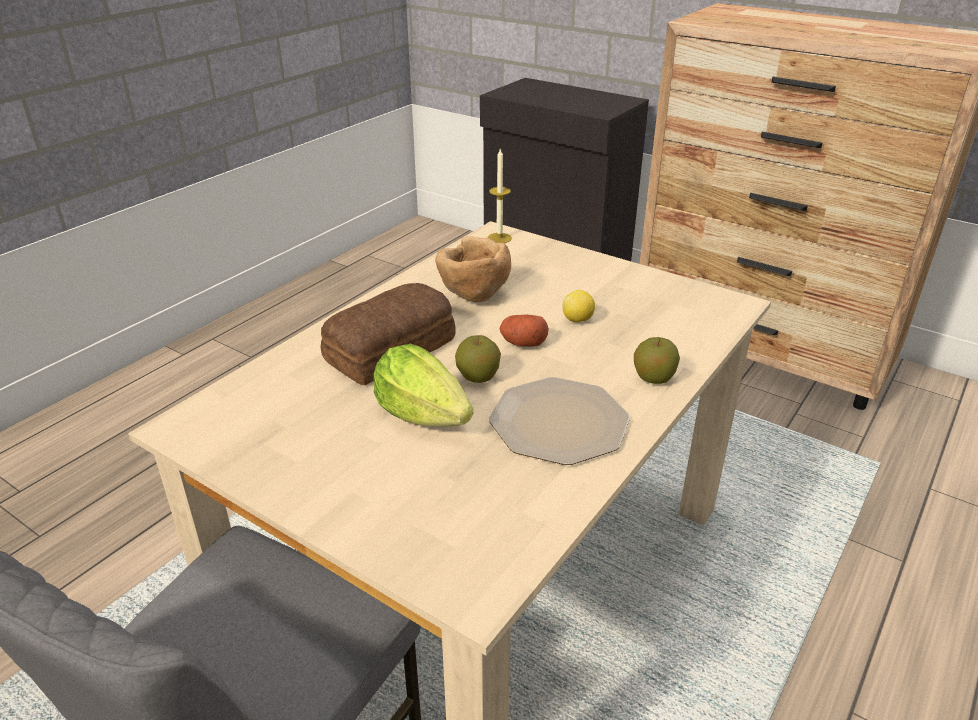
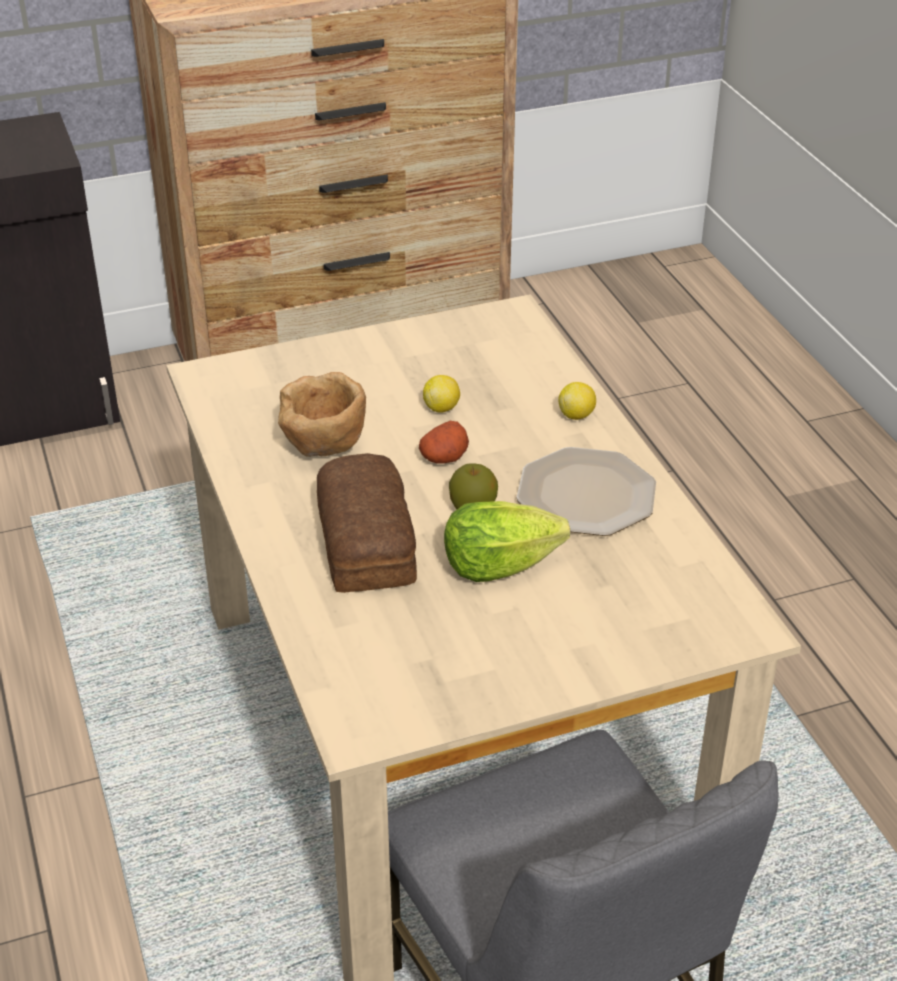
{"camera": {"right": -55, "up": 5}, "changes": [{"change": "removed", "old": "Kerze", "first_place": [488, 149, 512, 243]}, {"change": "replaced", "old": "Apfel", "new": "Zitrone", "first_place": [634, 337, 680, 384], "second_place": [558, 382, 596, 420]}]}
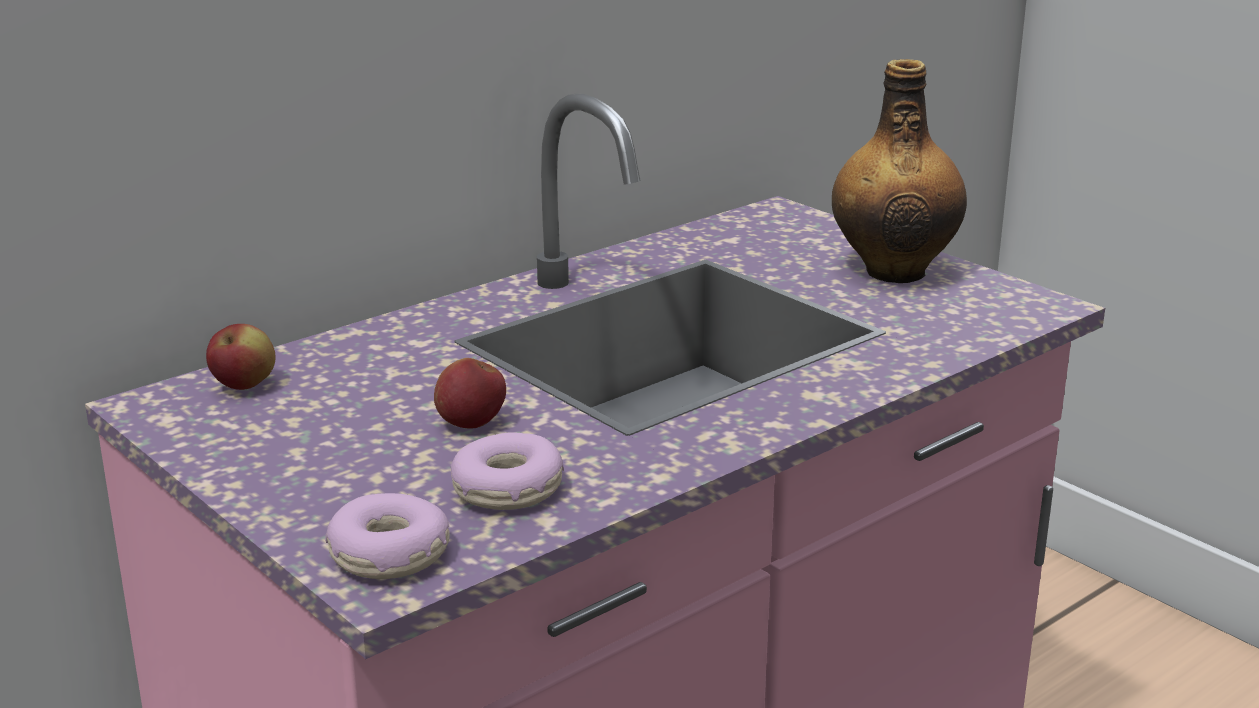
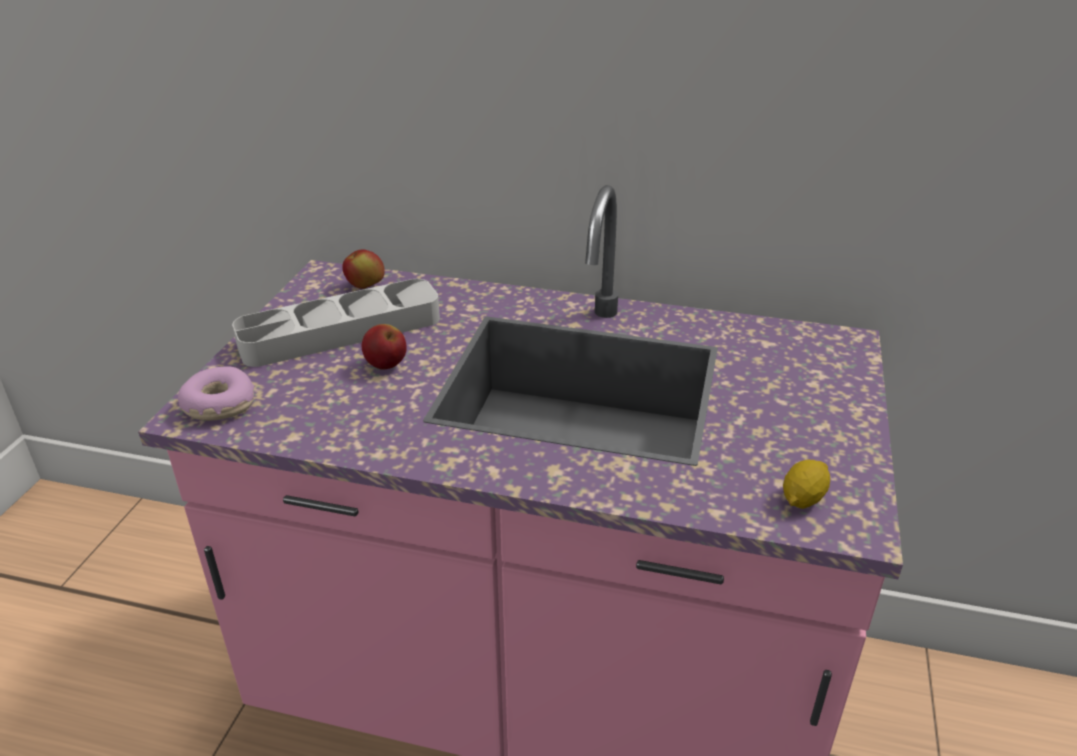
{"camera": {"right": 55, "up": 10}, "changes": [{"change": "removed", "old": "Donut", "first_place": [451, 432, 564, 510]}, {"change": "removed", "old": "Flasche", "first_place": [832, 59, 967, 283]}, {"change": "added", "new": "Tablett [grau]", "second_place": [232, 279, 440, 367]}, {"change": "added", "new": "Zitrone", "second_place": [783, 460, 830, 509]}]}
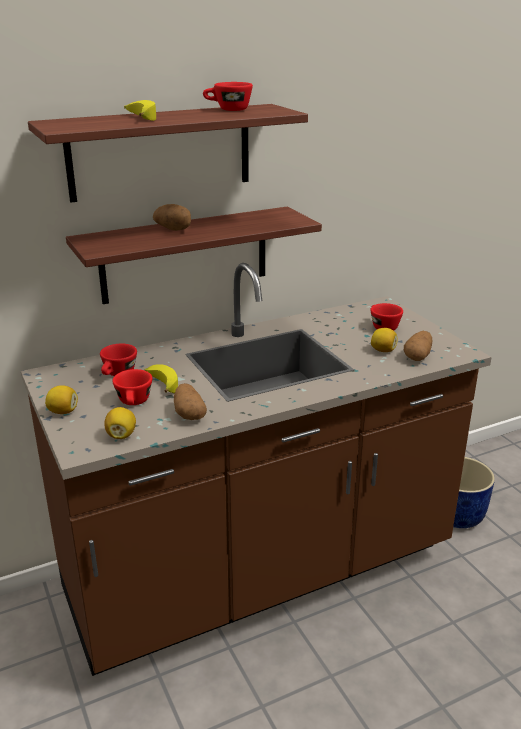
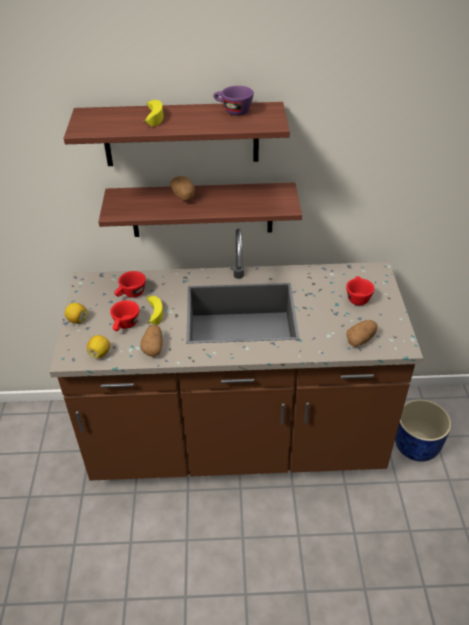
{"camera": {"right": 25, "up": 15}, "changes": [{"change": "recoloured", "old": "Tasse [rot]", "new": "Tasse [lila]", "first_place": [203, 82, 253, 111], "second_place": [213, 86, 254, 116]}, {"change": "removed", "old": "Zitrone", "first_place": [371, 328, 398, 352]}]}
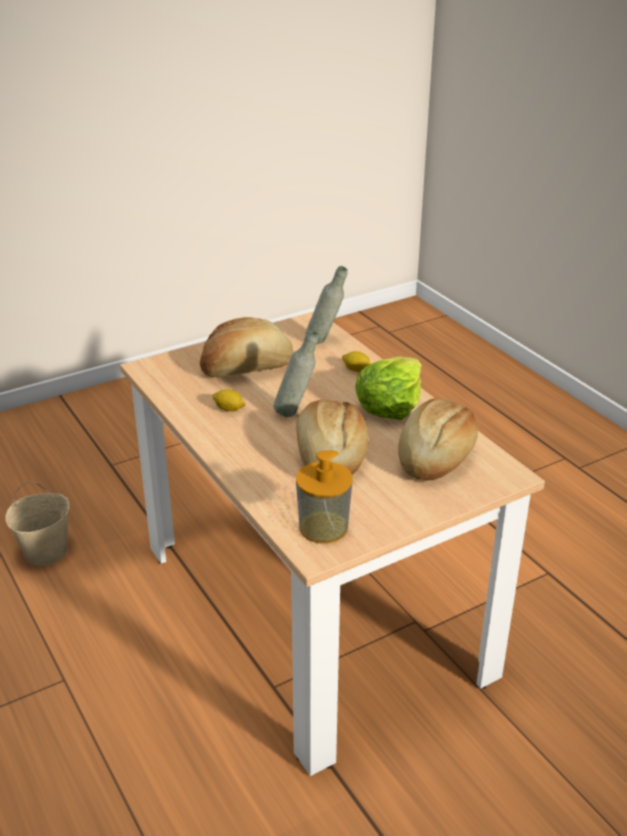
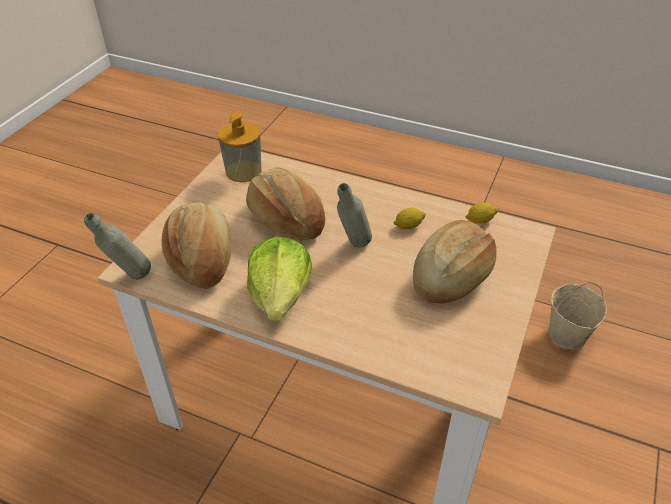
{"camera": {"right": 145, "up": 10}, "changes": [{"change": "moved", "old": "Flasche [grau]", "first_place": [306, 266, 348, 344], "second_place": [84, 213, 151, 279]}, {"change": "moved", "old": "Zitrone", "first_place": [342, 351, 372, 372], "second_place": [466, 202, 498, 224]}]}
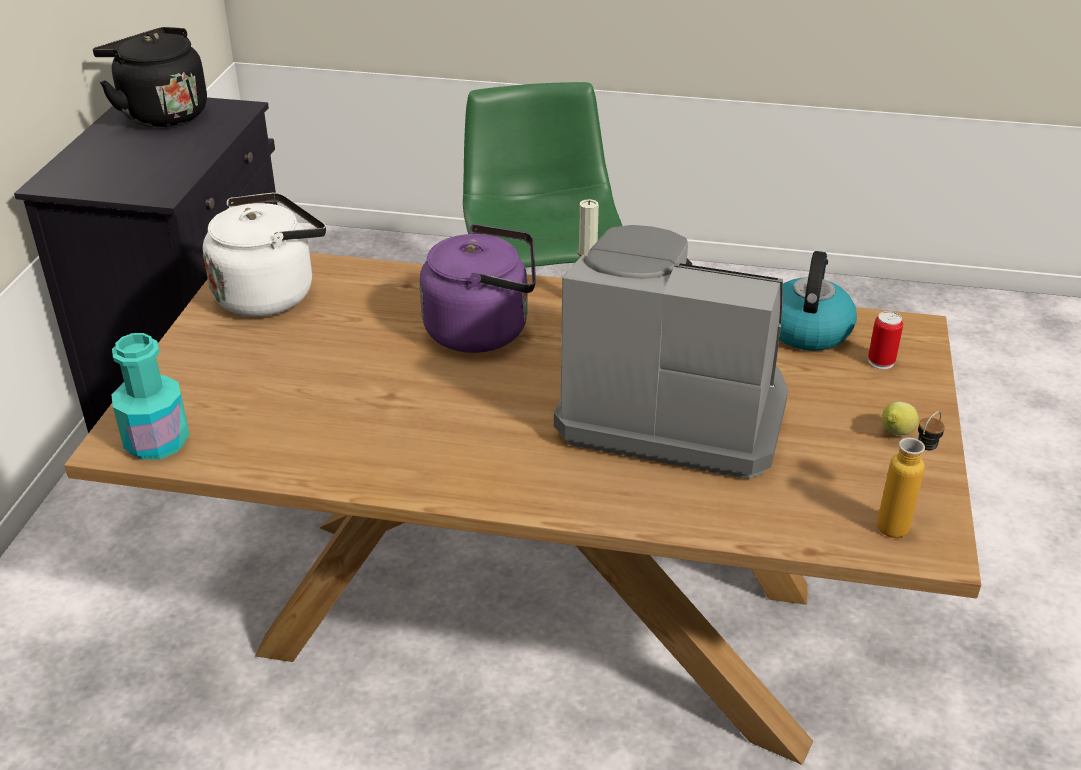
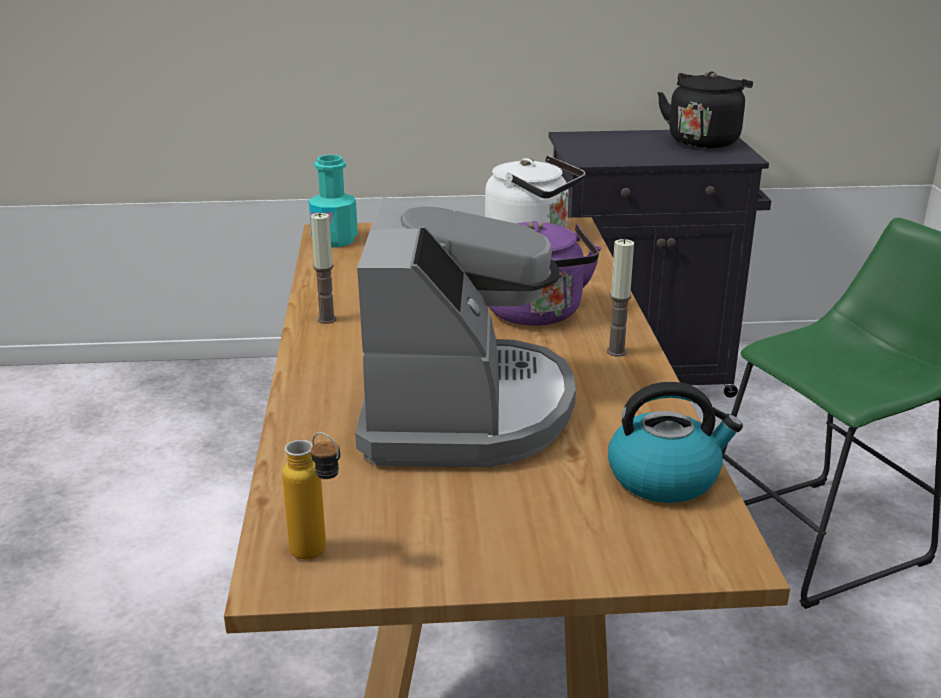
{"camera": {"right": 75, "up": -10}, "changes": [{"change": "removed", "old": "Dose", "first_place": [868, 311, 903, 369]}, {"change": "removed", "old": "Zitrone", "first_place": [882, 401, 919, 436]}, {"change": "added", "new": "Kerze", "second_place": [311, 212, 337, 324]}]}
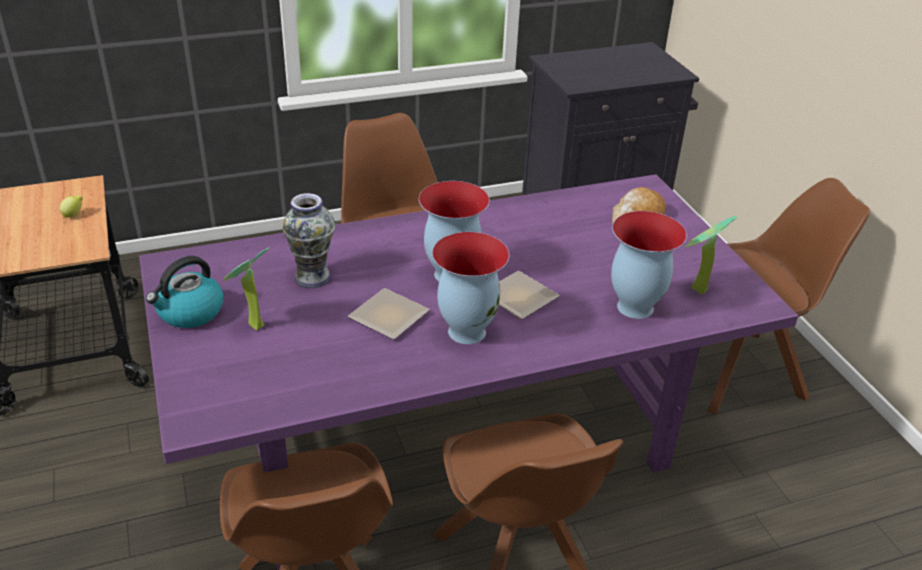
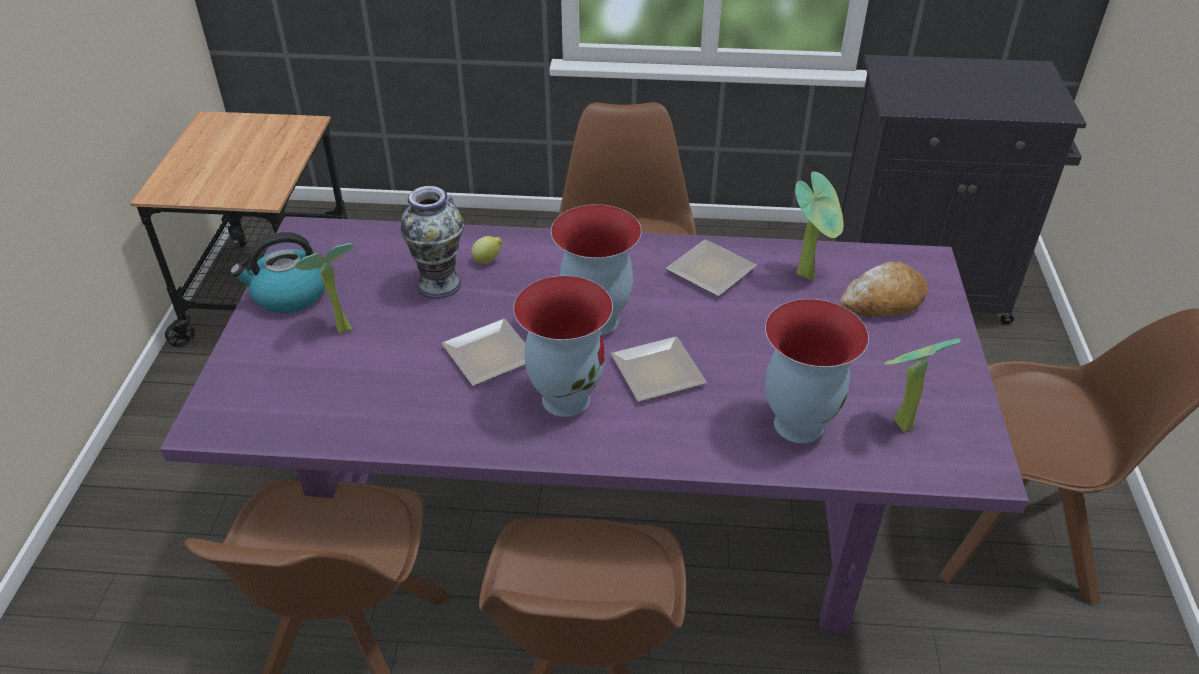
{"camera": {"right": 25, "up": 5}, "changes": [{"change": "moved", "old": "Zitrone", "first_place": [59, 195, 83, 218], "second_place": [471, 236, 503, 264]}, {"change": "added", "new": "Teller", "second_place": [666, 239, 757, 296]}, {"change": "added", "new": "Topfpflanze", "second_place": [795, 172, 843, 280]}]}
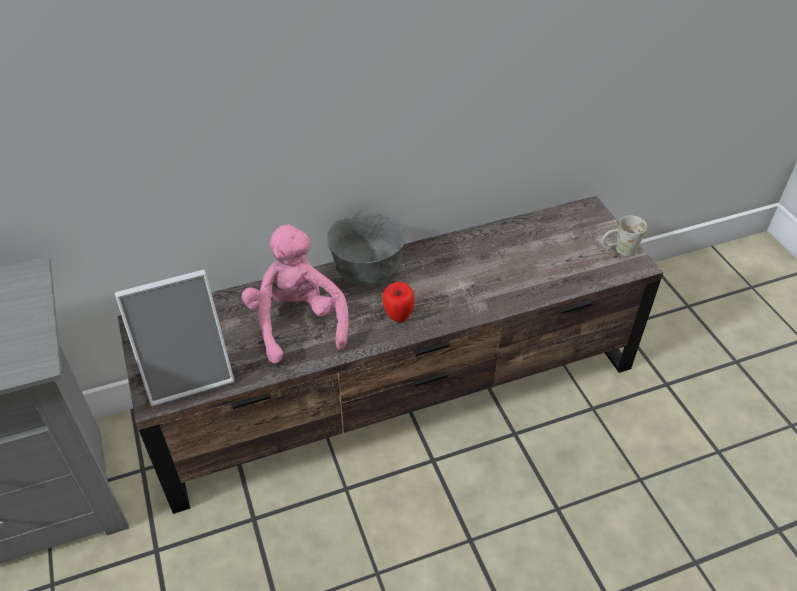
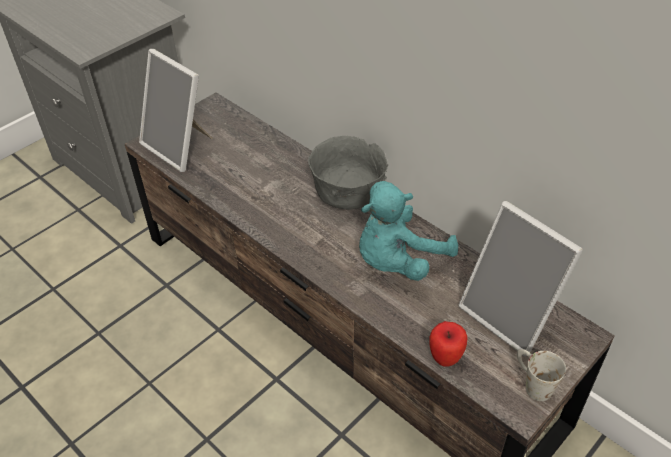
{"camera": {"right": 65, "up": 0}, "changes": [{"change": "removed", "old": "Plüschtier [rosa]", "first_place": [242, 224, 349, 364]}, {"change": "moved", "old": "Apfel", "first_place": [382, 282, 415, 322], "second_place": [430, 321, 468, 367]}, {"change": "added", "new": "Plüschtier [türkis]", "second_place": [359, 181, 458, 281]}, {"change": "added", "new": "Bilderrahmen", "second_place": [458, 201, 583, 357]}]}
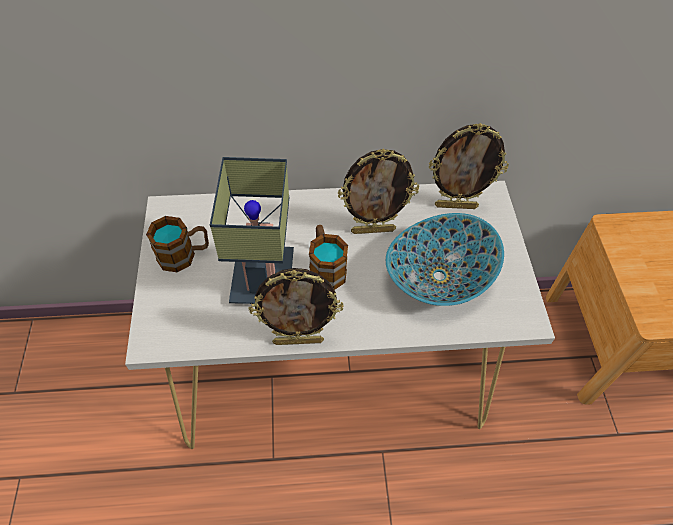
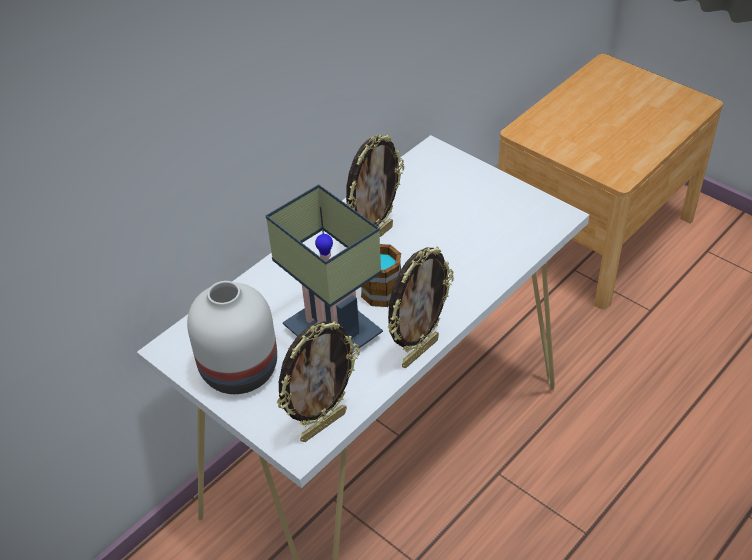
{"camera": {"right": -40, "up": -10}, "changes": [{"change": "replaced", "old": "Henkelbecher", "new": "Vase [weiß]", "first_place": [146, 216, 209, 272], "second_place": [187, 281, 277, 394]}, {"change": "removed", "old": "Schüssel", "first_place": [386, 213, 504, 306]}, {"change": "moved", "old": "Bilderrahmen", "first_place": [429, 123, 509, 209], "second_place": [276, 321, 360, 442]}]}
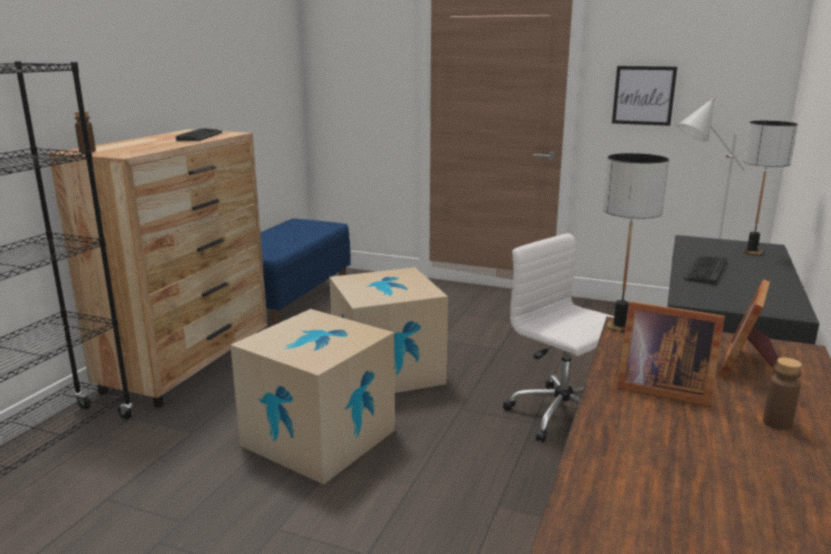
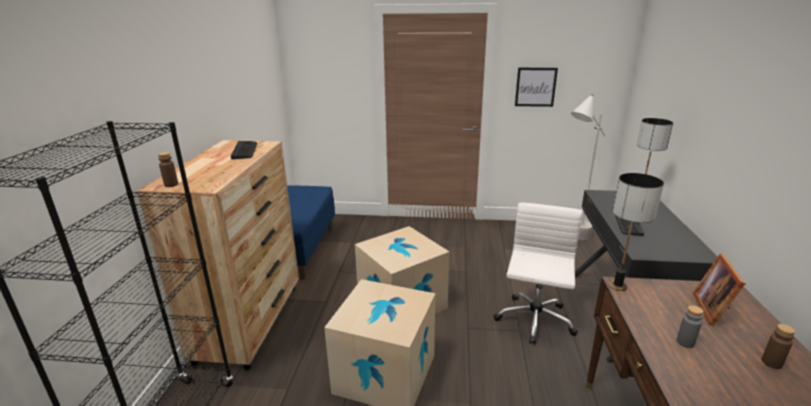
{"camera": {"right": -15, "up": 5}, "changes": [{"change": "turned", "old": "Bürostuhl [weiß]", "first_place": [503, 233, 614, 442], "second_place": [493, 203, 582, 345], "degrees": 75}, {"change": "replaced", "old": "Bilderrahmen", "new": "Flasche [grau]", "first_place": [617, 301, 725, 407], "second_place": [677, 305, 703, 348]}]}
